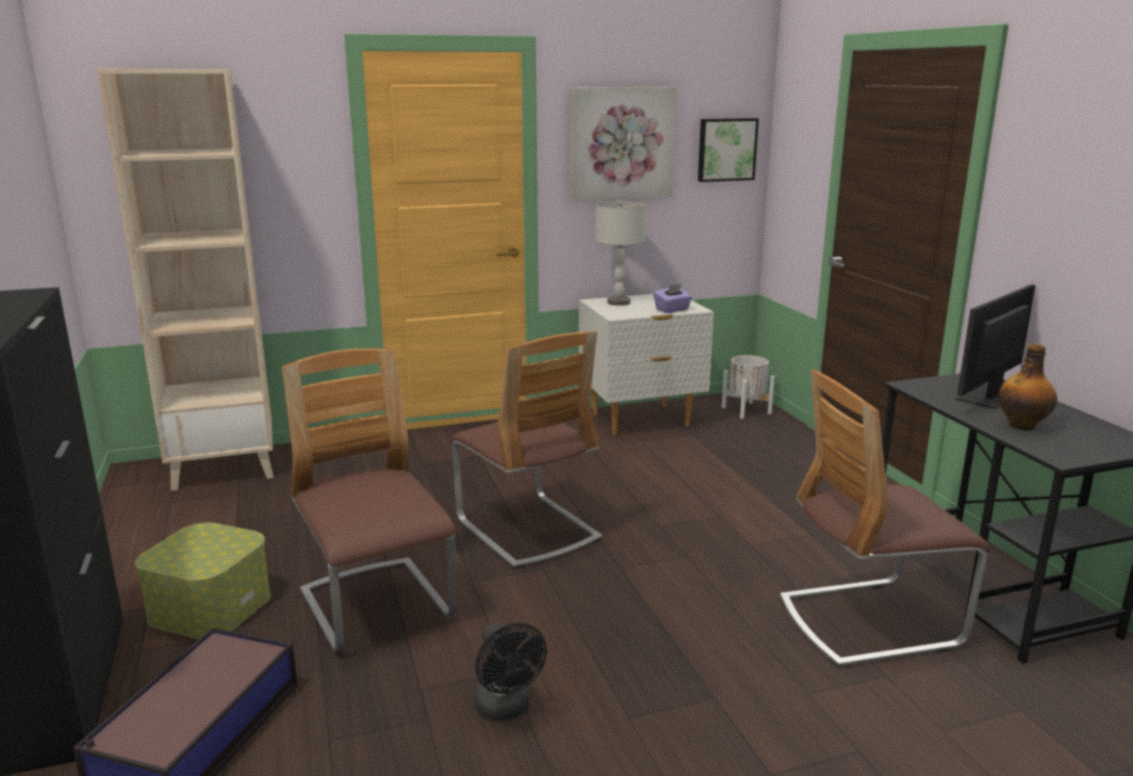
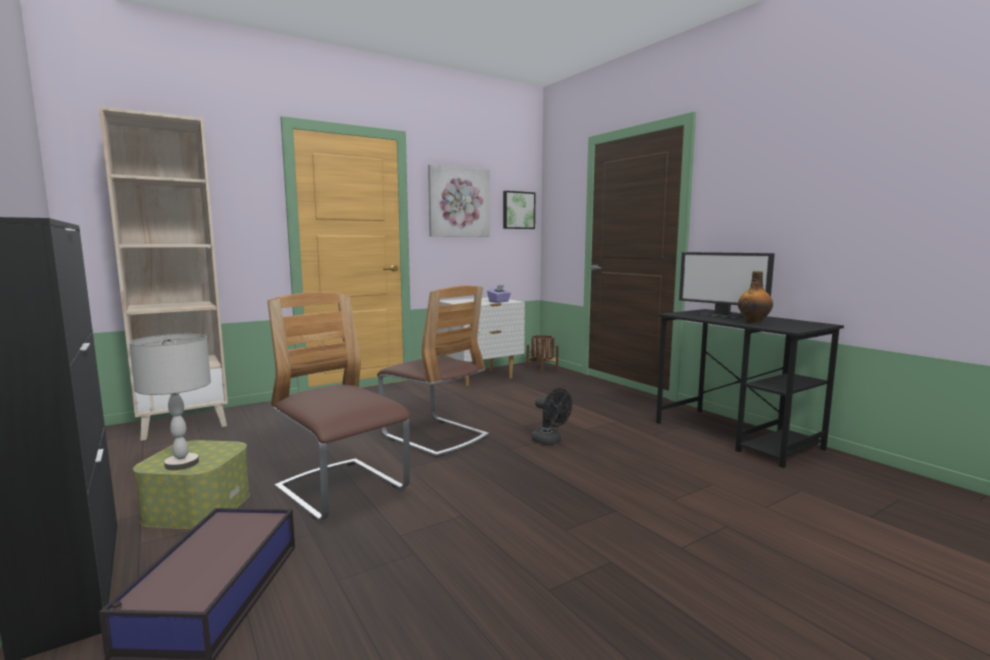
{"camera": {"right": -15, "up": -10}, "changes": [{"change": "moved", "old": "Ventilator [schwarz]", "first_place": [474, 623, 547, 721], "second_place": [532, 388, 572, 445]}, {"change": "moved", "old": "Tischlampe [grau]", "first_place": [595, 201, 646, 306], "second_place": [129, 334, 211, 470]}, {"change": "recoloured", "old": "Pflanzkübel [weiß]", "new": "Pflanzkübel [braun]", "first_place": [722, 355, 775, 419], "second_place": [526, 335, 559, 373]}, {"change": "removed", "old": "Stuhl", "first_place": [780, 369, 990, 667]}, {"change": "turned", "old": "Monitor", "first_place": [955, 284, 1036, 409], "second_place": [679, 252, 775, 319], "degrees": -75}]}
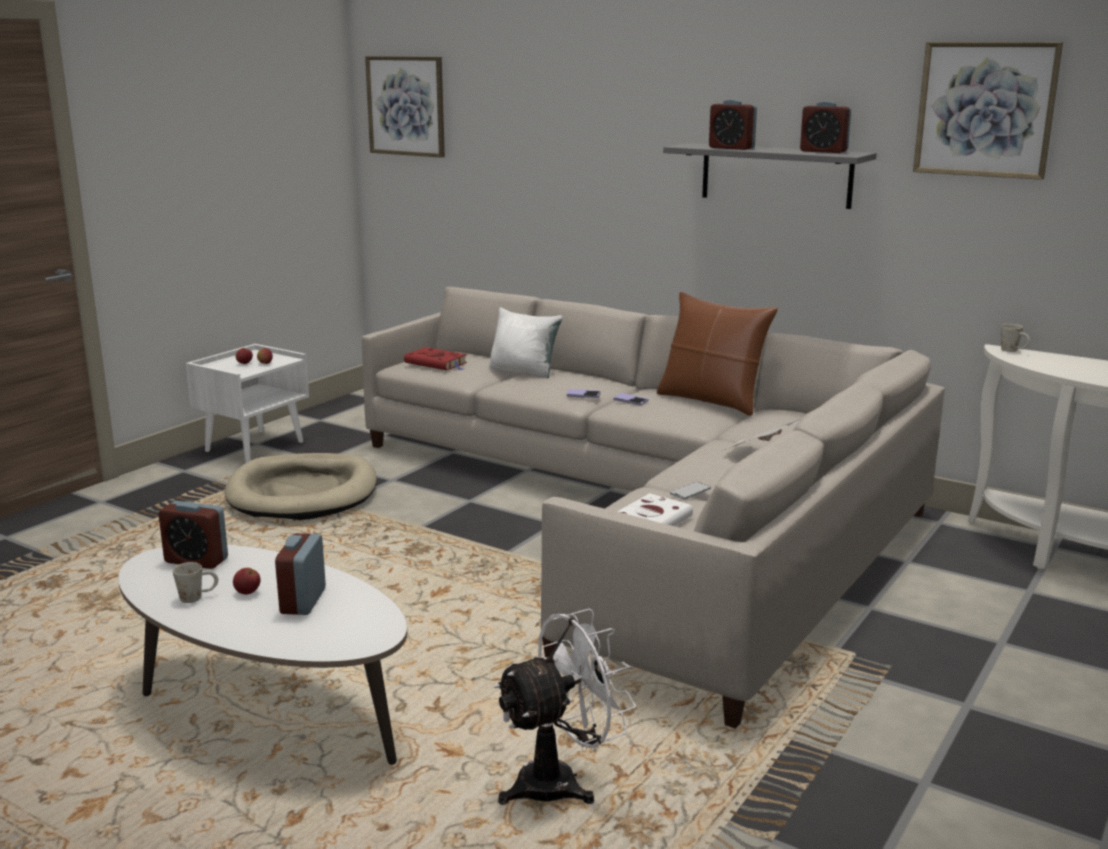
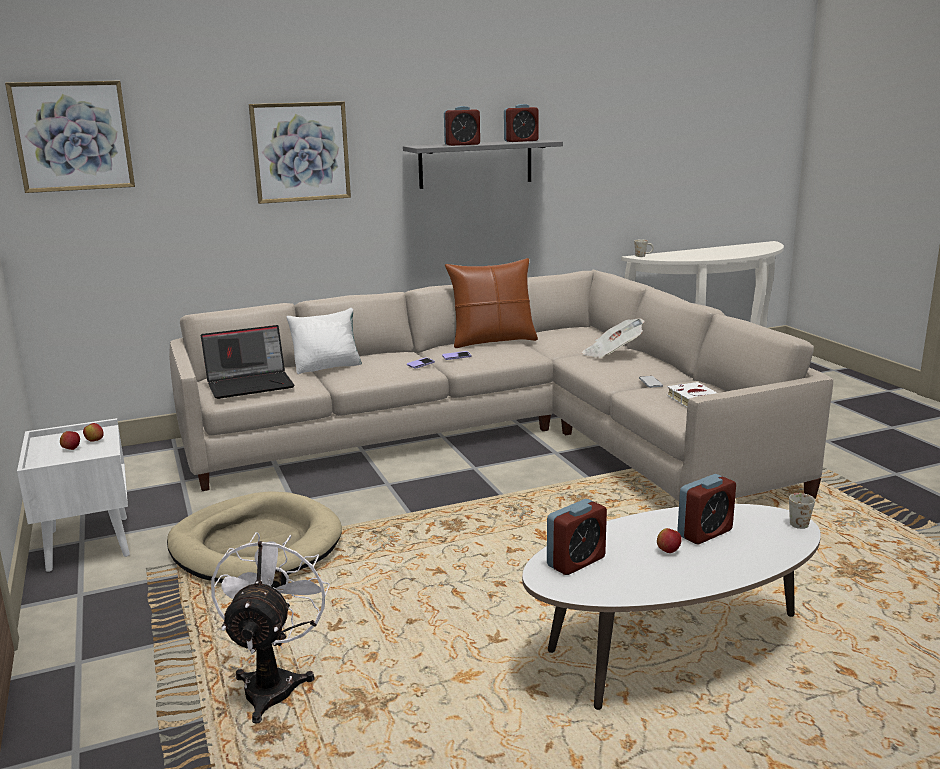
{"camera": {"right": -55, "up": 0}, "changes": [{"change": "moved", "old": "Henkelbecher [weiß]", "first_place": [173, 562, 218, 603], "second_place": [789, 493, 815, 529]}, {"change": "turned", "old": "Wecker", "first_place": [275, 533, 326, 615], "second_place": [677, 474, 736, 544], "degrees": -75}, {"change": "replaced", "old": "Buch [rot]", "new": "Laptop", "first_place": [404, 347, 467, 370], "second_place": [201, 325, 294, 399]}, {"change": "moved", "old": "Ventilator [weiß]", "first_place": [494, 609, 636, 805], "second_place": [211, 532, 330, 724]}, {"change": "moved", "old": "Bild", "first_place": [913, 42, 1063, 180], "second_place": [249, 102, 351, 204]}]}
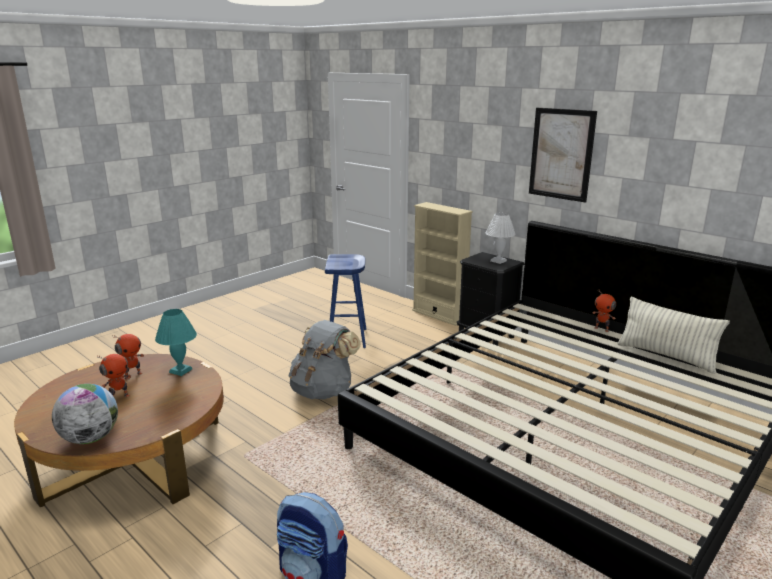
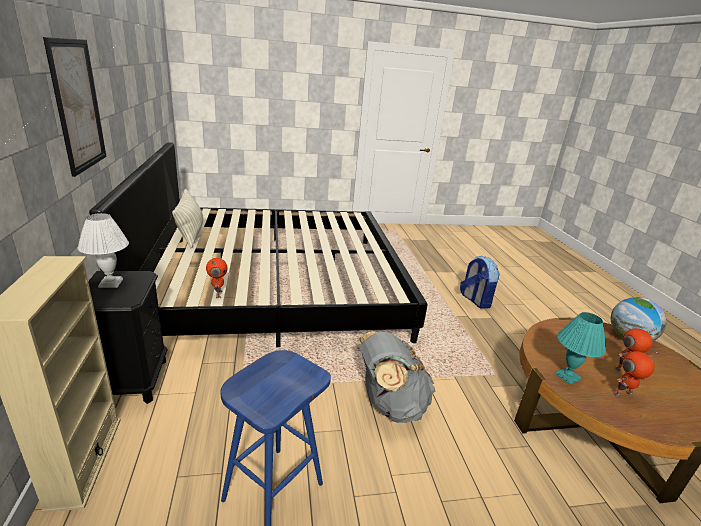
{"camera": {"right": -145, "up": 5}, "changes": [{"change": "moved", "old": "Spielzeugroboter", "first_place": [592, 289, 616, 332], "second_place": [206, 258, 228, 298]}]}
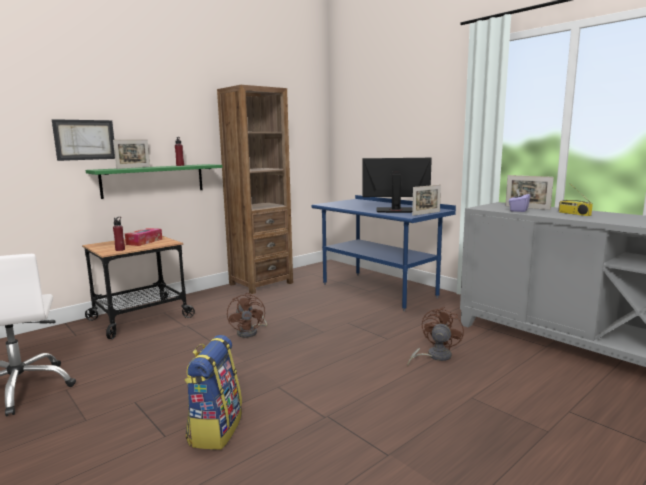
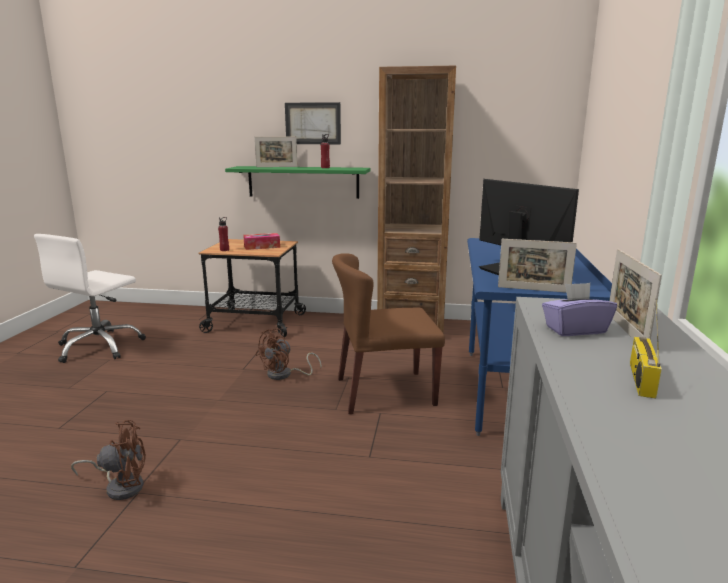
{"camera": {"right": 50, "up": 5}, "changes": [{"change": "moved", "old": "Bild", "first_place": [52, 119, 115, 161], "second_place": [285, 102, 341, 144]}, {"change": "removed", "old": "Rucksack", "first_place": [184, 335, 242, 450]}, {"change": "moved", "old": "Ventilator [braun]", "first_place": [407, 307, 464, 366], "second_place": [71, 420, 146, 500]}, {"change": "added", "new": "Stuhl [braun]", "second_place": [332, 253, 445, 414]}]}
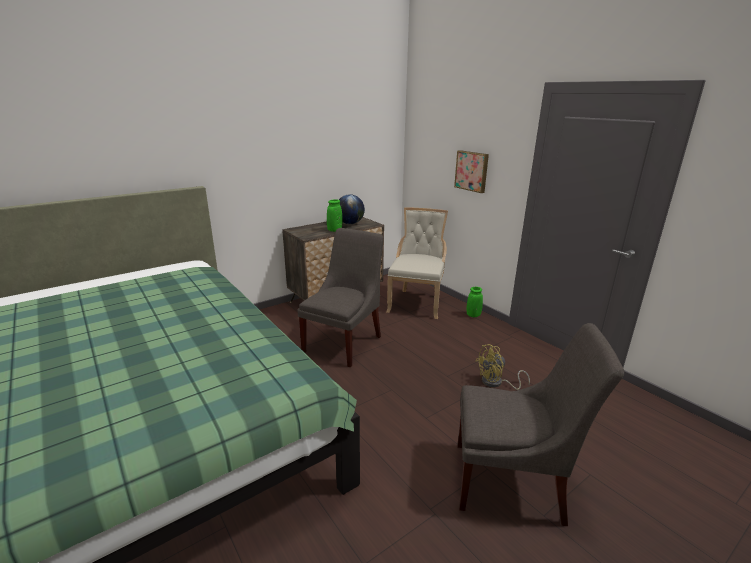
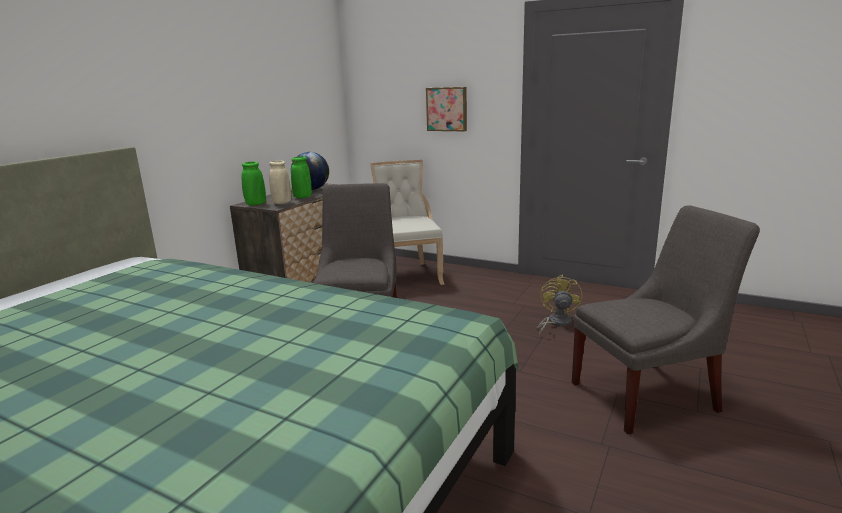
{"camera": {"right": -25, "up": -5}, "changes": [{"change": "moved", "old": "Vase [grün]", "first_place": [467, 287, 483, 317], "second_place": [241, 162, 266, 206]}, {"change": "turned", "old": "Ventilator [gelb]", "first_place": [475, 344, 530, 390], "second_place": [537, 275, 582, 335], "degrees": 150}, {"change": "added", "new": "Vase [beige]", "second_place": [269, 160, 291, 204]}]}
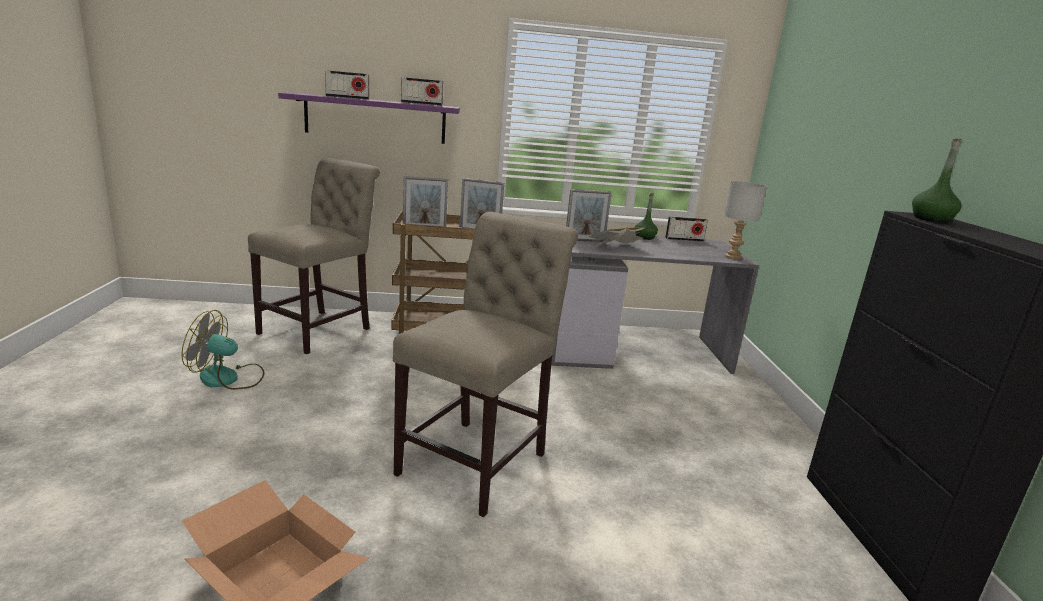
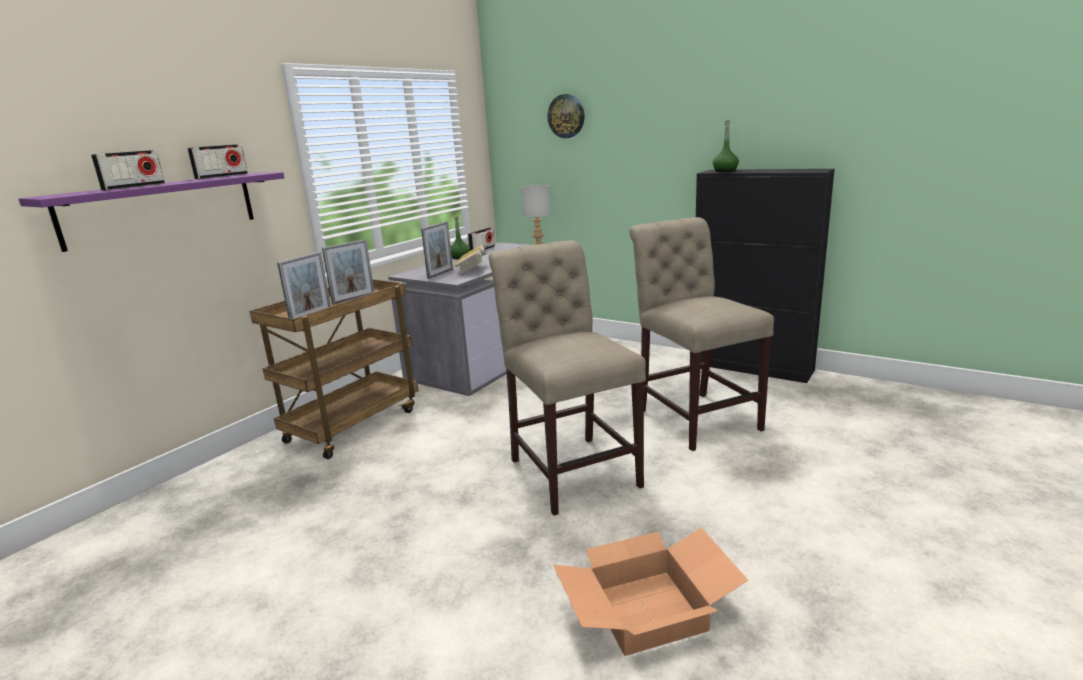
{"camera": {"right": -50, "up": 0}, "changes": [{"change": "removed", "old": "Ventilator", "first_place": [182, 310, 265, 390]}, {"change": "moved", "old": "Stuhl [beige]", "first_place": [248, 158, 380, 354], "second_place": [629, 217, 774, 451]}, {"change": "added", "new": "Wanduhr", "second_place": [548, 94, 585, 138]}]}
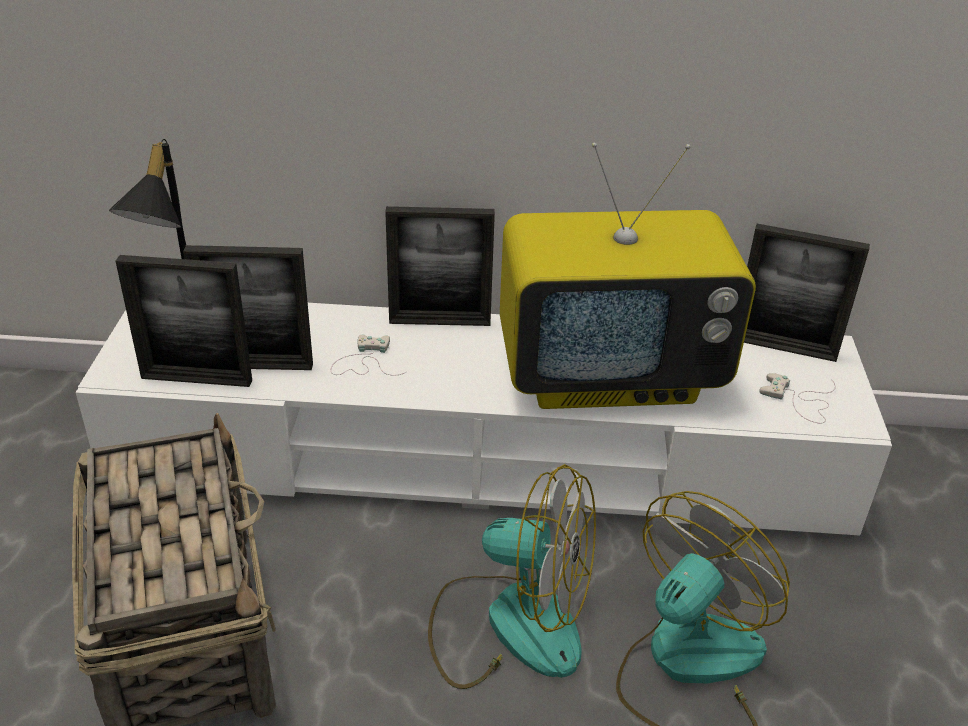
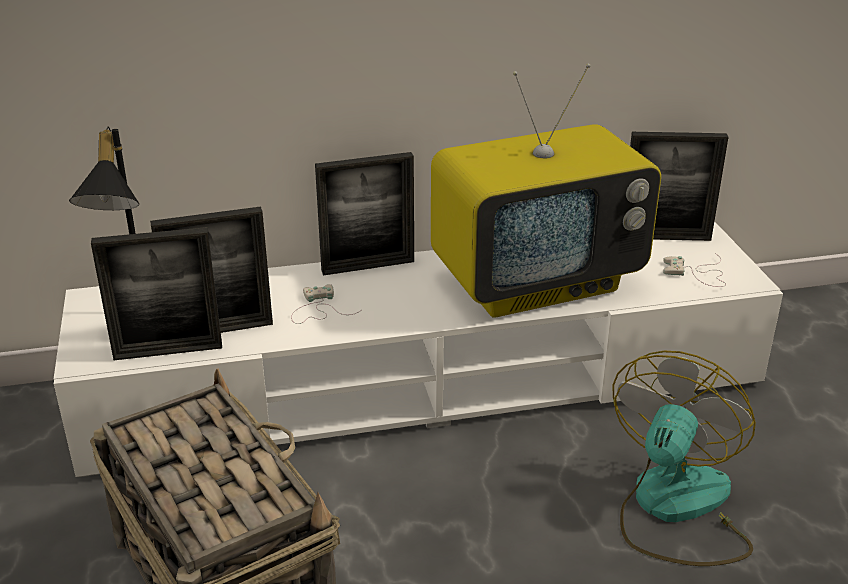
{"camera": {"right": -15, "up": -5}, "changes": [{"change": "removed", "old": "Ventilator", "first_place": [428, 464, 596, 689]}]}
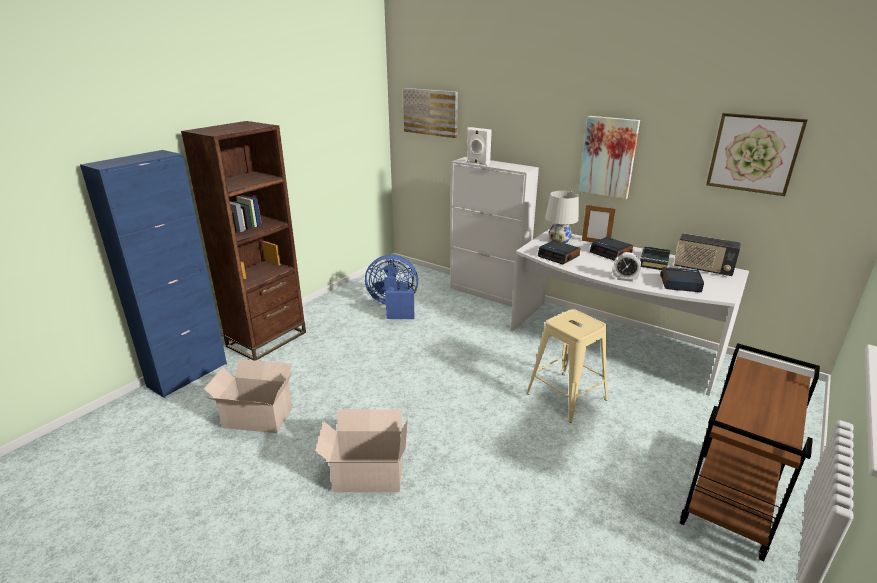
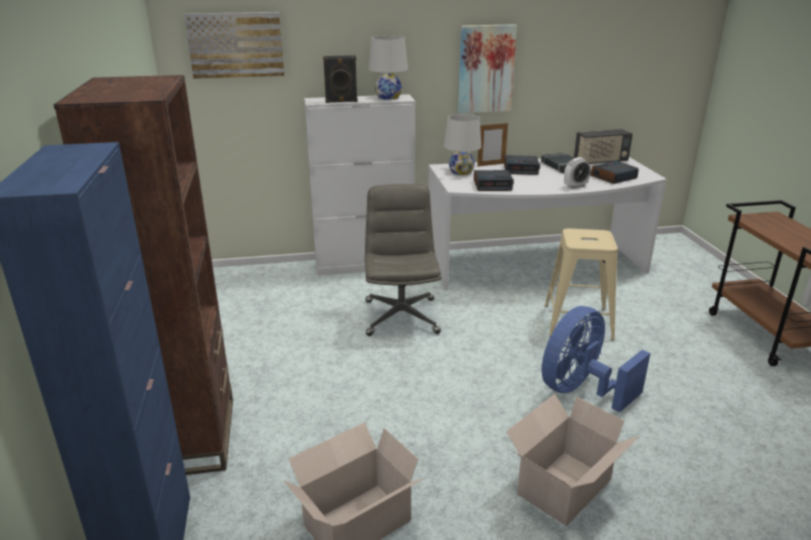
{"camera": {"right": -45, "up": 0}, "changes": [{"change": "moved", "old": "Ventilator [blau]", "first_place": [365, 255, 418, 319], "second_place": [542, 306, 651, 413]}, {"change": "recoloured", "old": "Lautsprecher [weiß]", "new": "Lautsprecher [schwarz]", "first_place": [467, 127, 492, 165], "second_place": [323, 55, 358, 103]}, {"change": "removed", "old": "Bild", "first_place": [706, 113, 808, 196]}, {"change": "added", "new": "Bürostuhl [grau]", "second_place": [365, 184, 441, 336]}, {"change": "added", "new": "Tischlampe [weiß]", "second_place": [369, 35, 408, 100]}]}
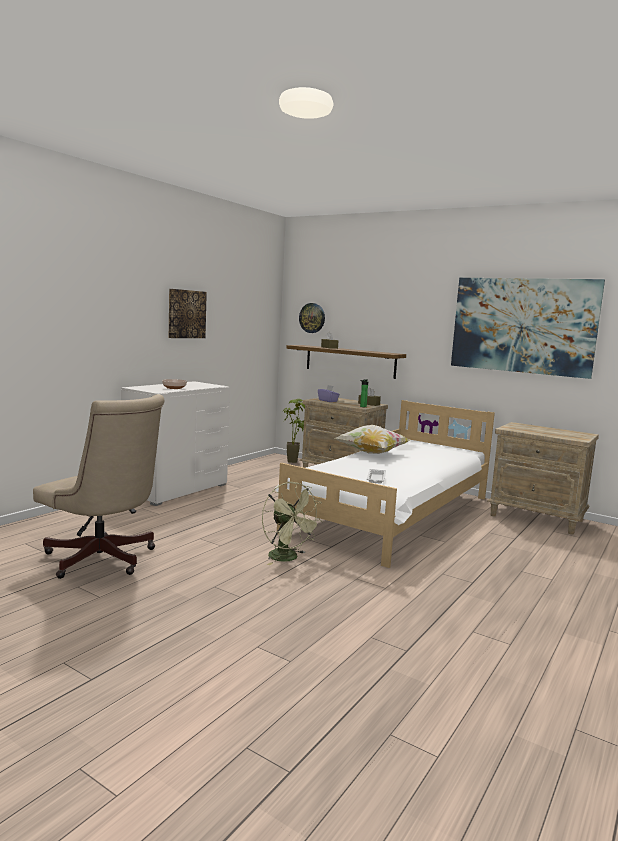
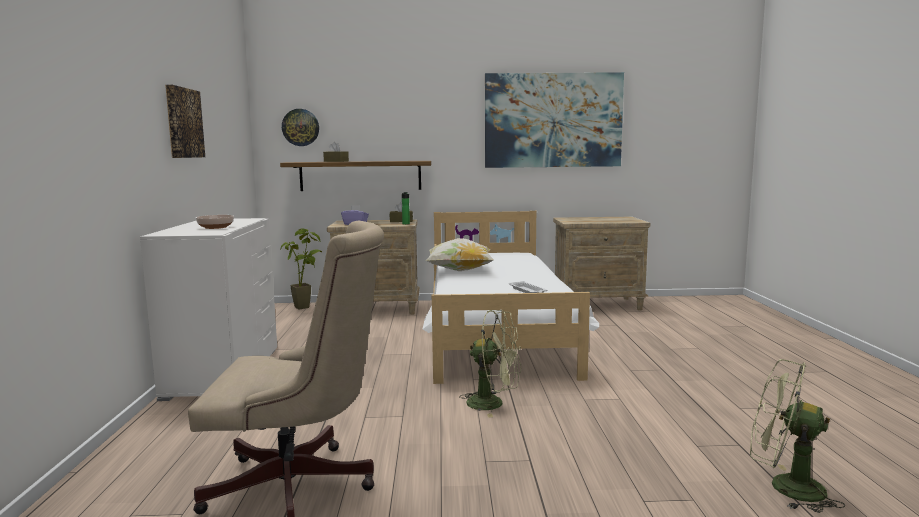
{"camera": {"right": -35, "up": 0}, "changes": [{"change": "added", "new": "Ventilator [grün]", "second_place": [750, 359, 845, 513]}]}
